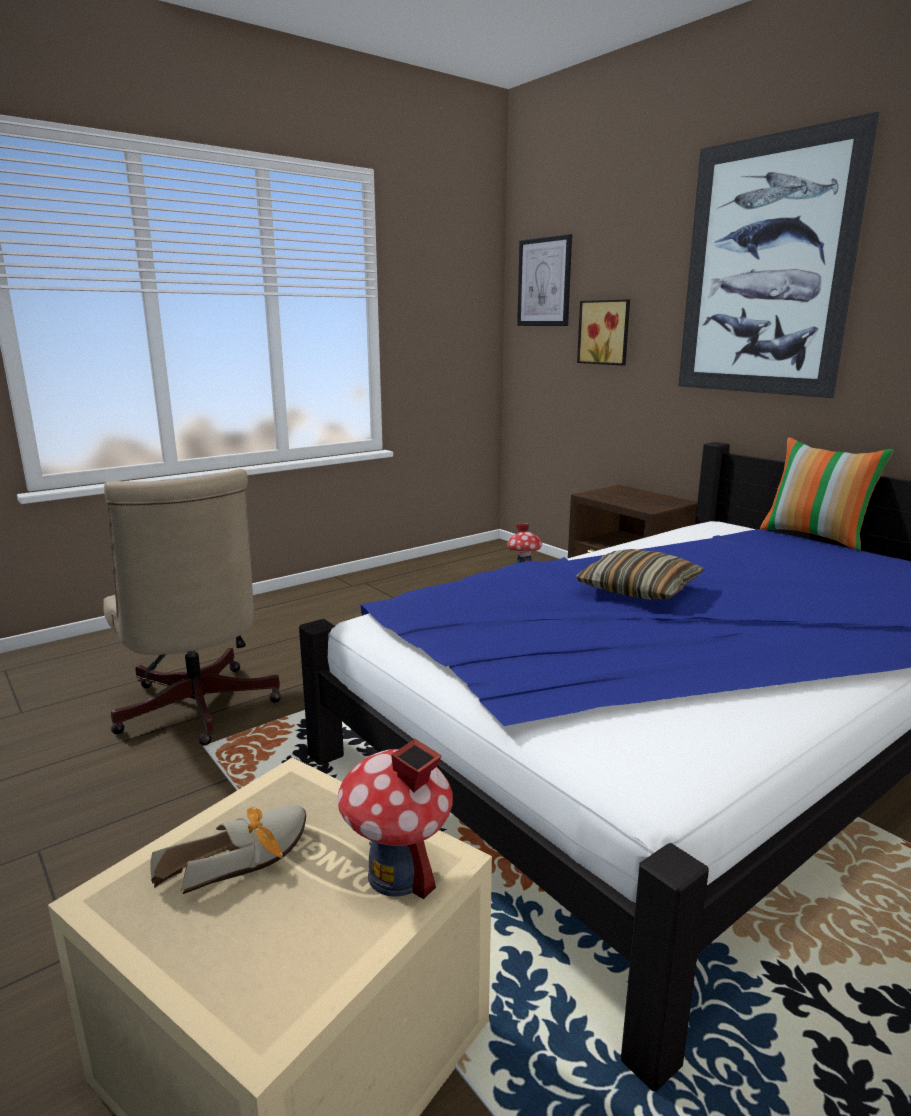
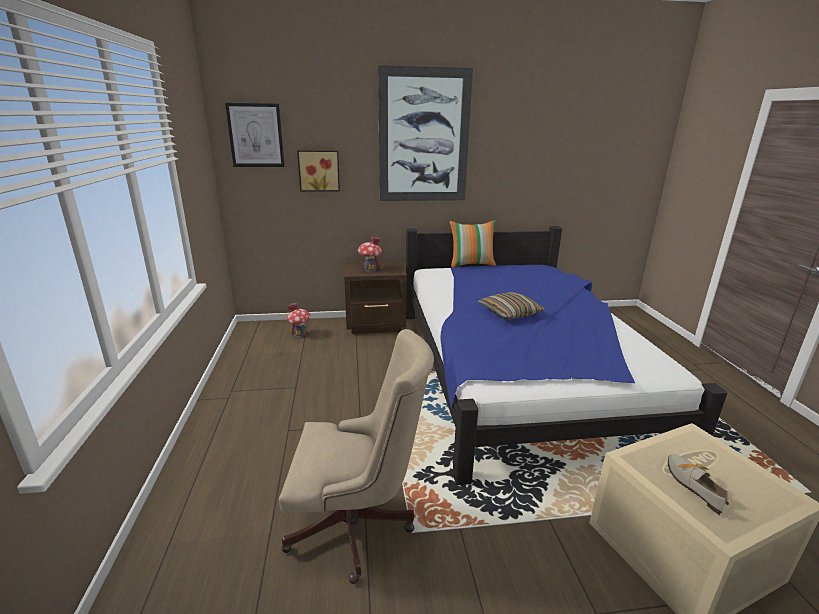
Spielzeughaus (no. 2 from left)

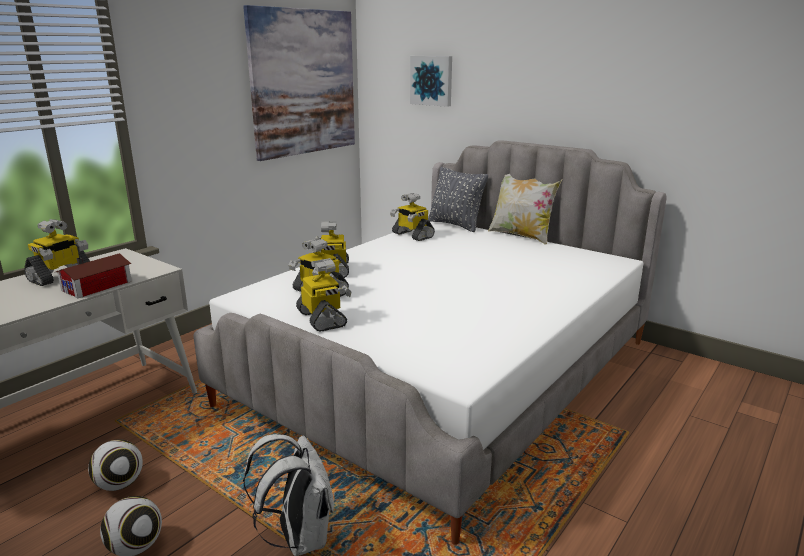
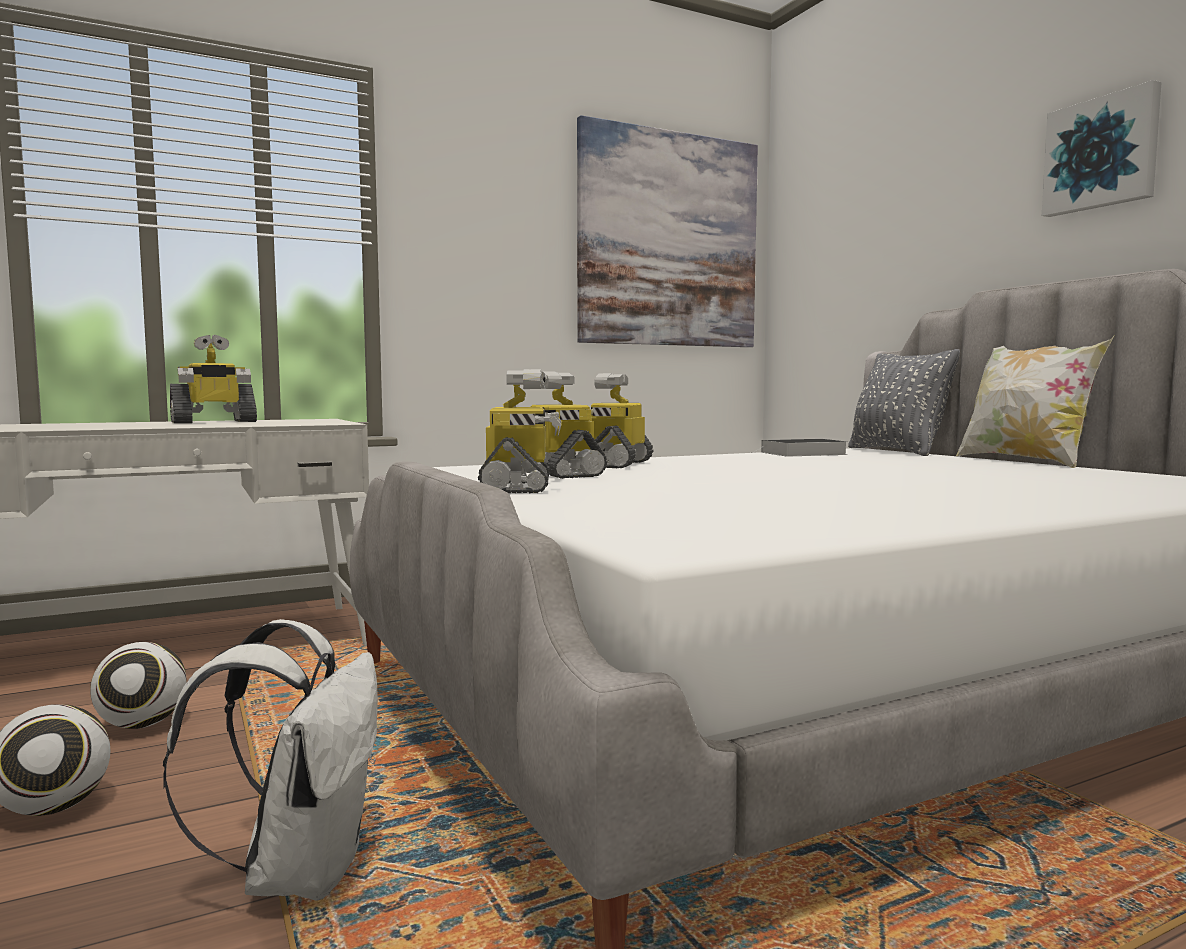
Spielzeughaus; Bild (no. 2 from left); Buch

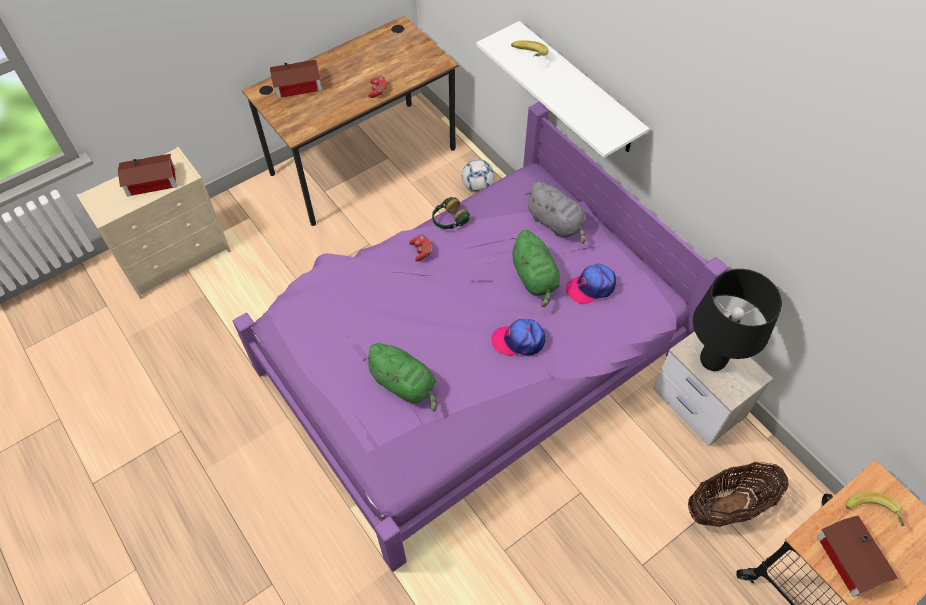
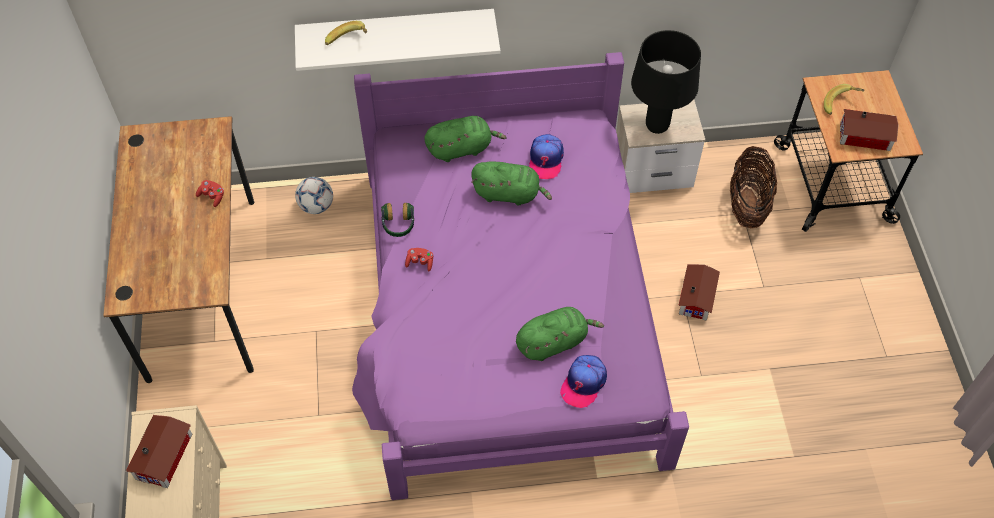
Spielzeughaus (no. 2 from left); Kappe (no. 2 from left); Plüschtier [grün] (no. 1 from left)

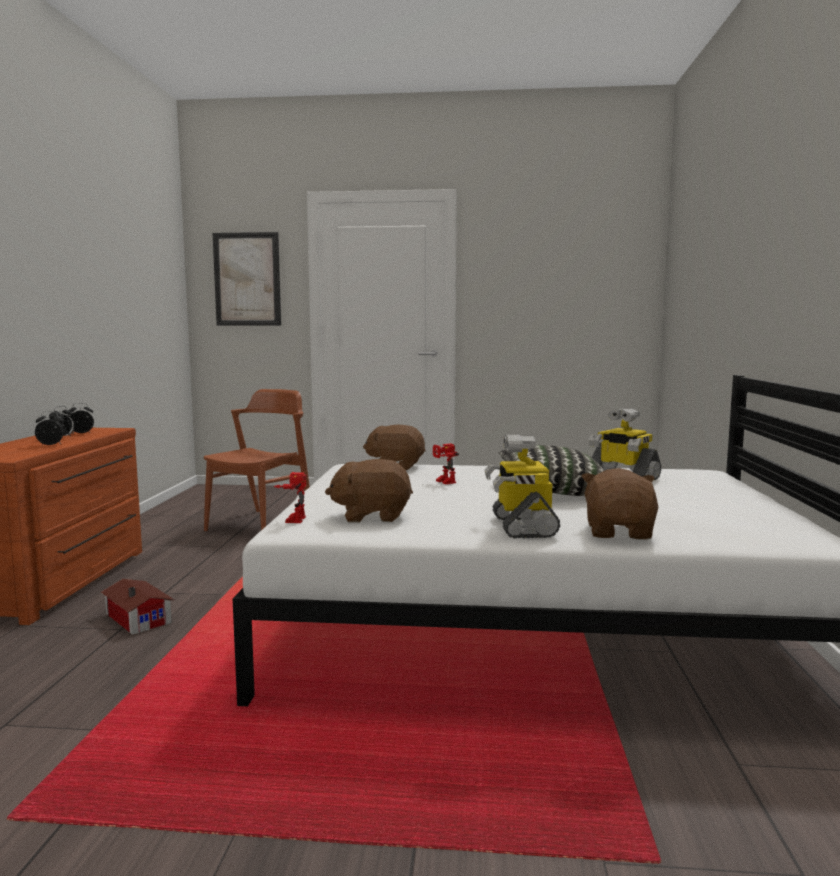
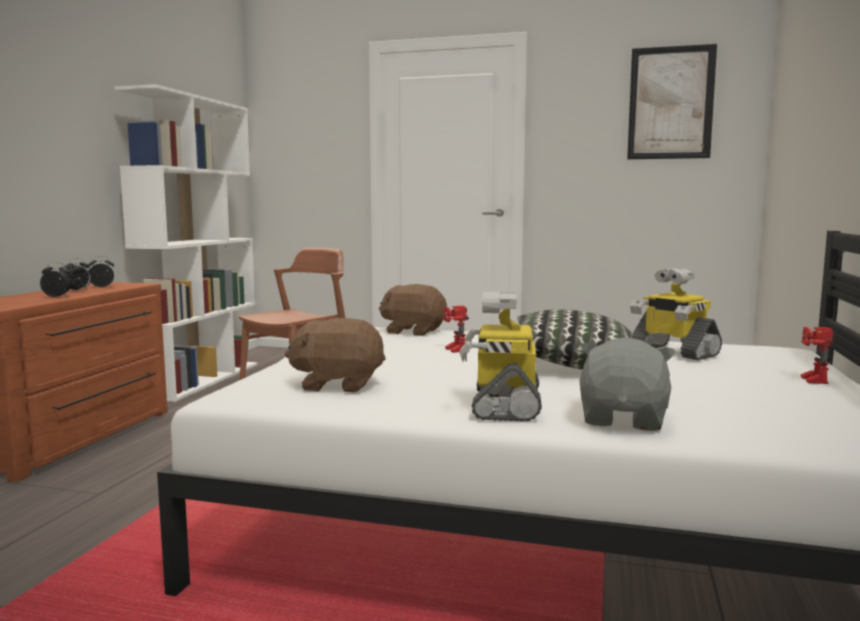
Spielzeughaus; Bücherregal [weiß]; Bild; Spielzeugroboter (no. 4 from left); Plüschtier [grau]

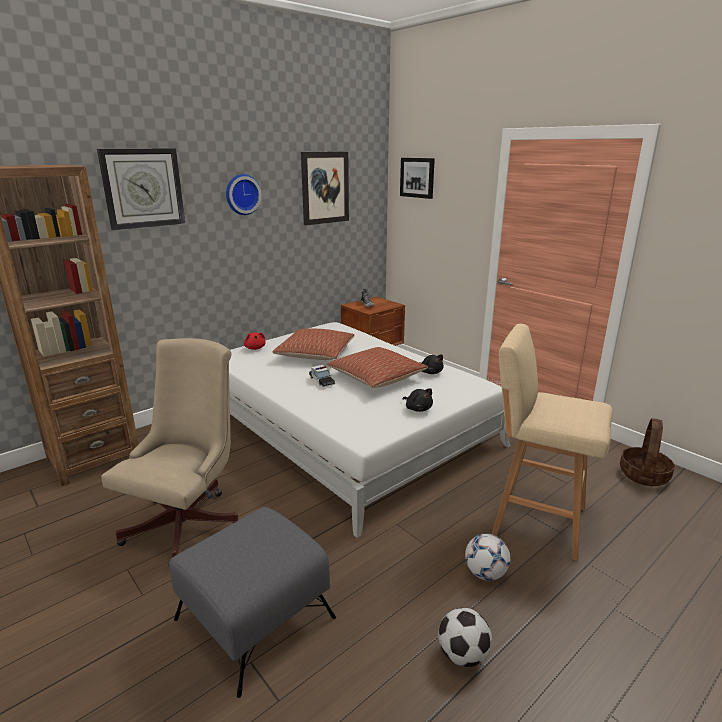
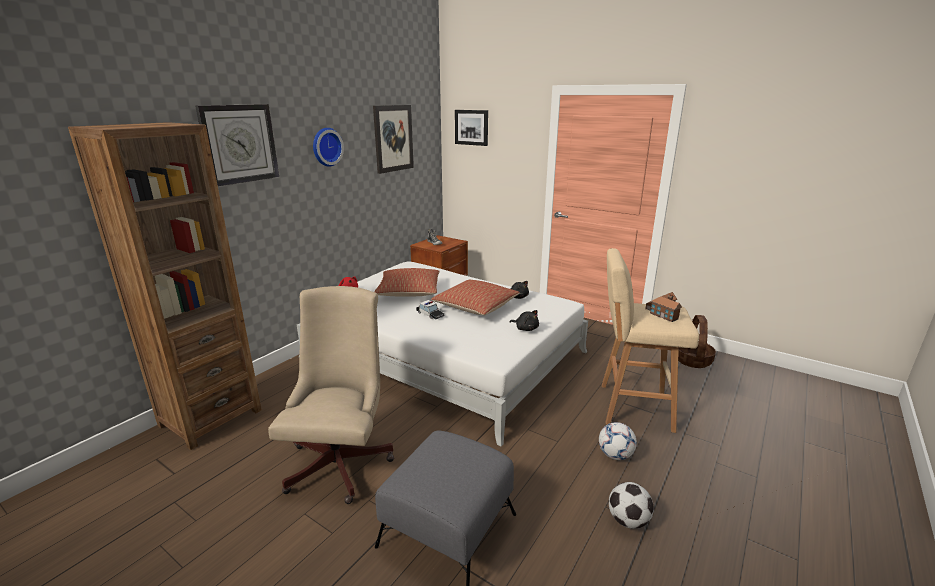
Spielzeughaus

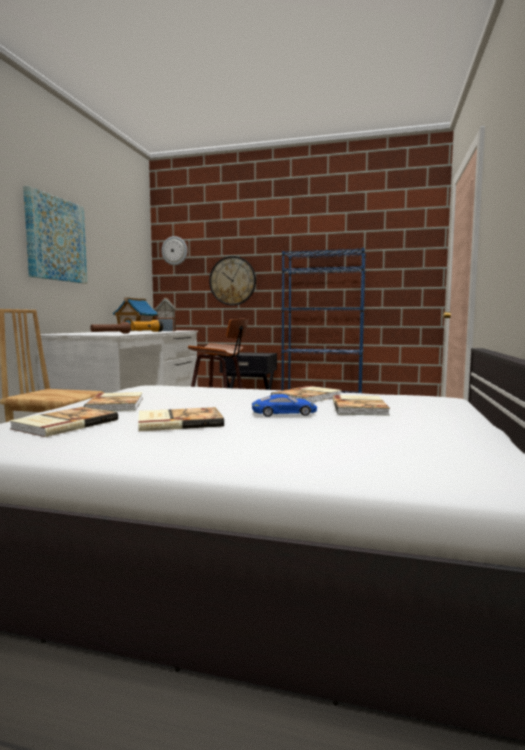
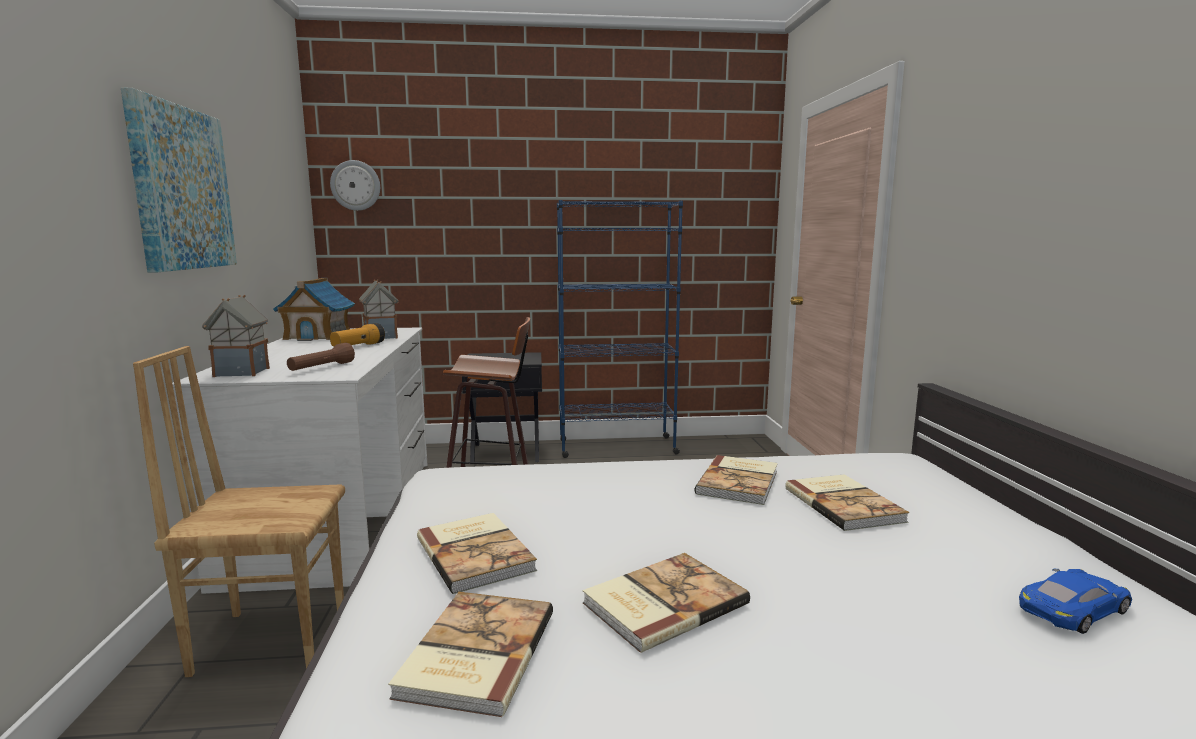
Wanduhr (no. 2 from left in the first image); Spielzeughaus (no. 1 from left); Spielzeugauto [blau]

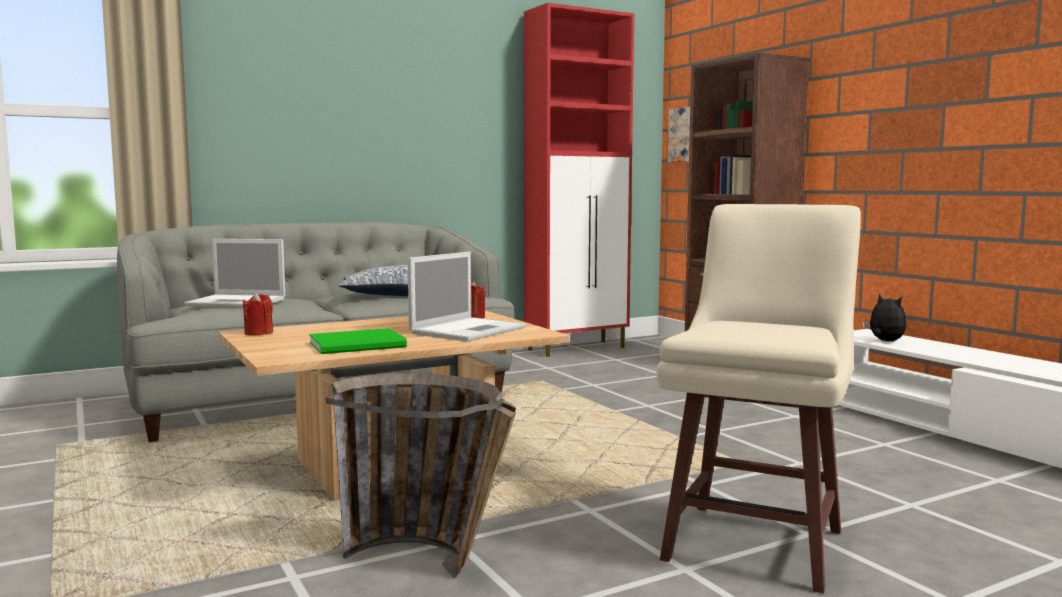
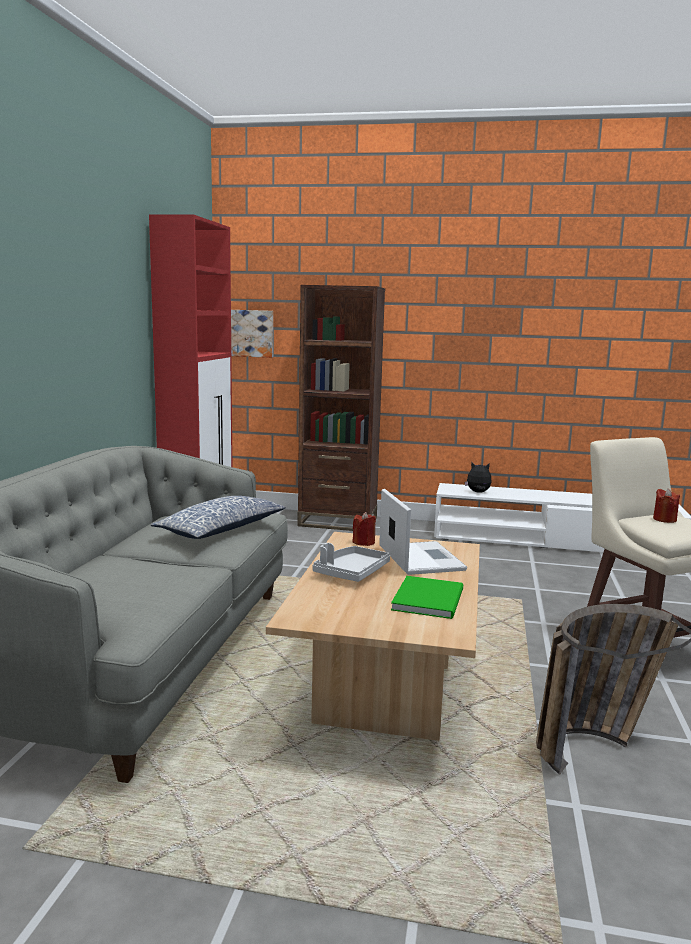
Laptop (no. 1 from left in the first image); Tablett [grau]; Kerze [rot] (no. 2 from left)

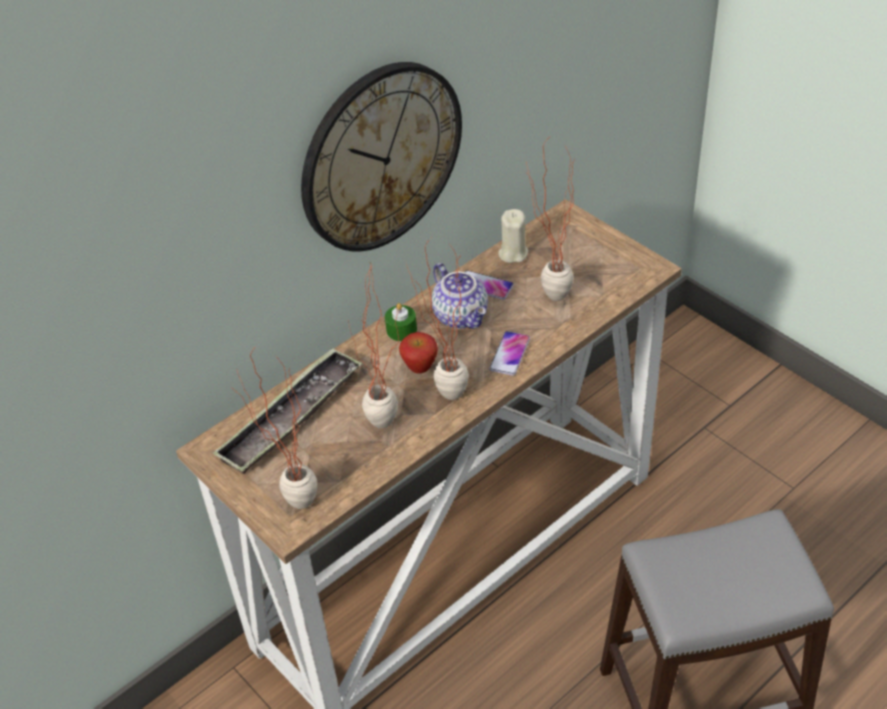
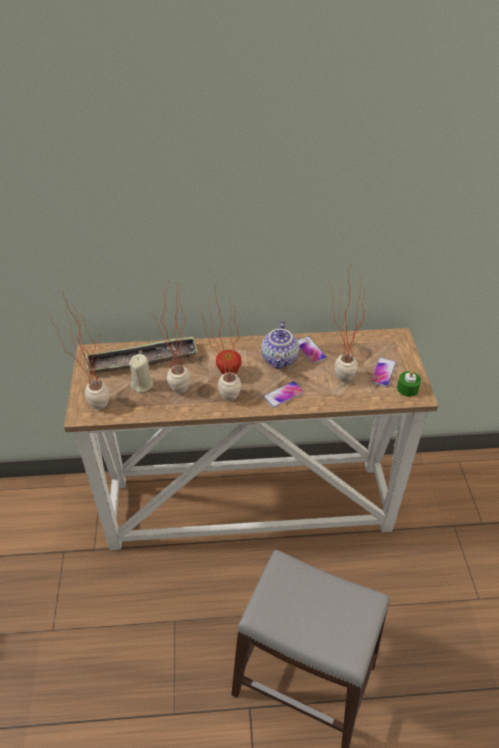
Wanduhr; Handy (no. 3 from left); Kerze [grün]; Kerze [beige]

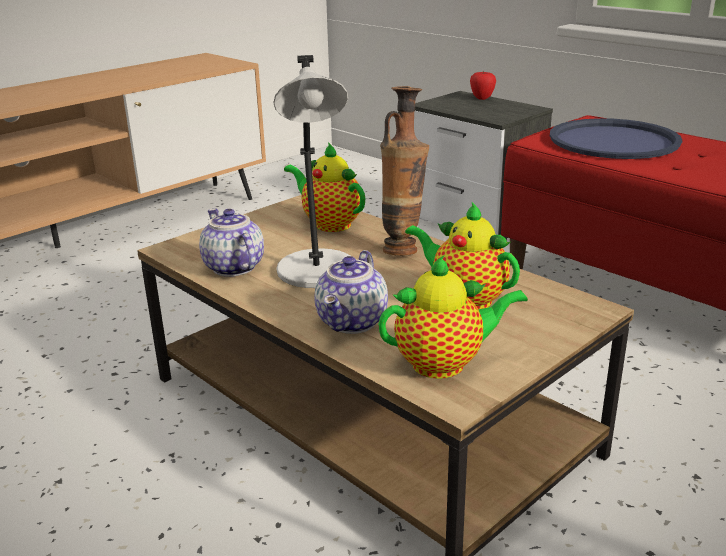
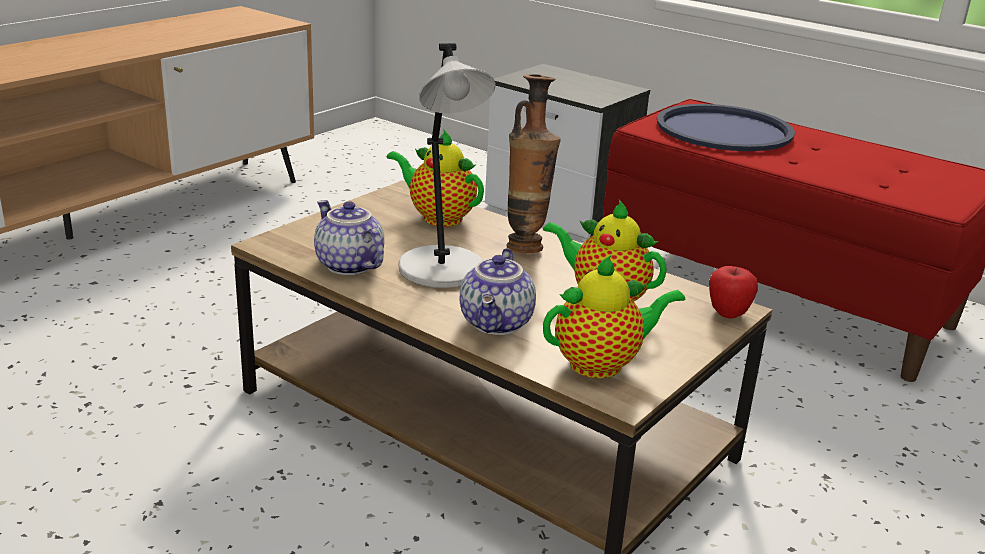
Apfel

